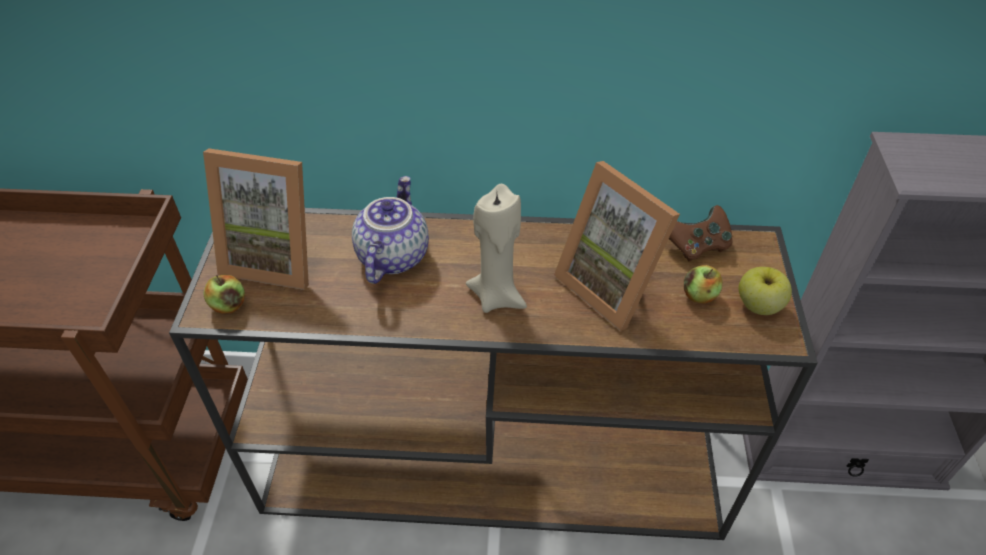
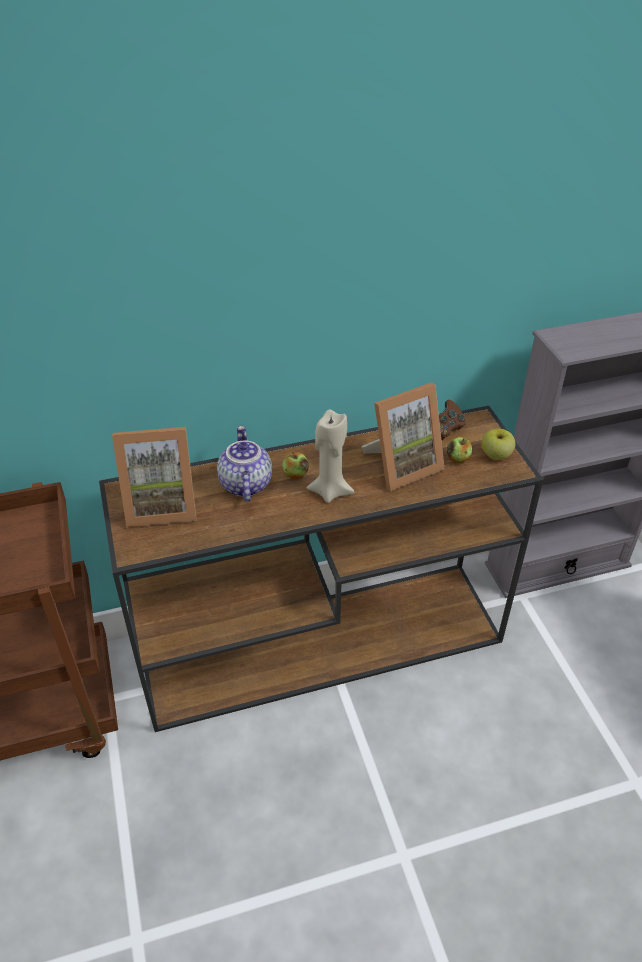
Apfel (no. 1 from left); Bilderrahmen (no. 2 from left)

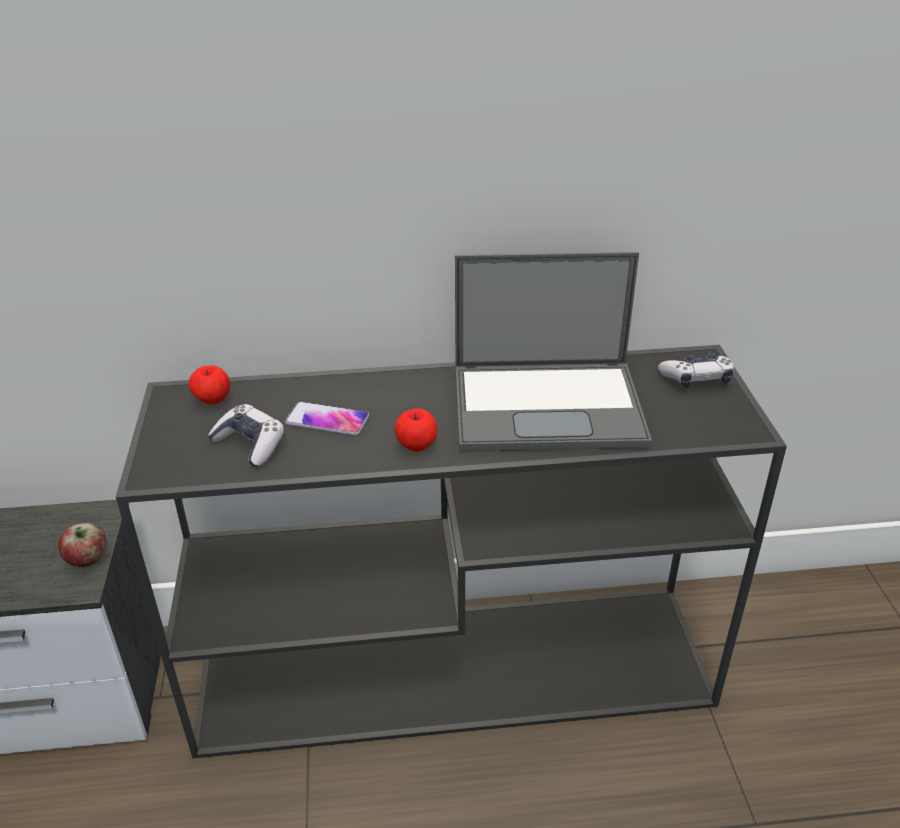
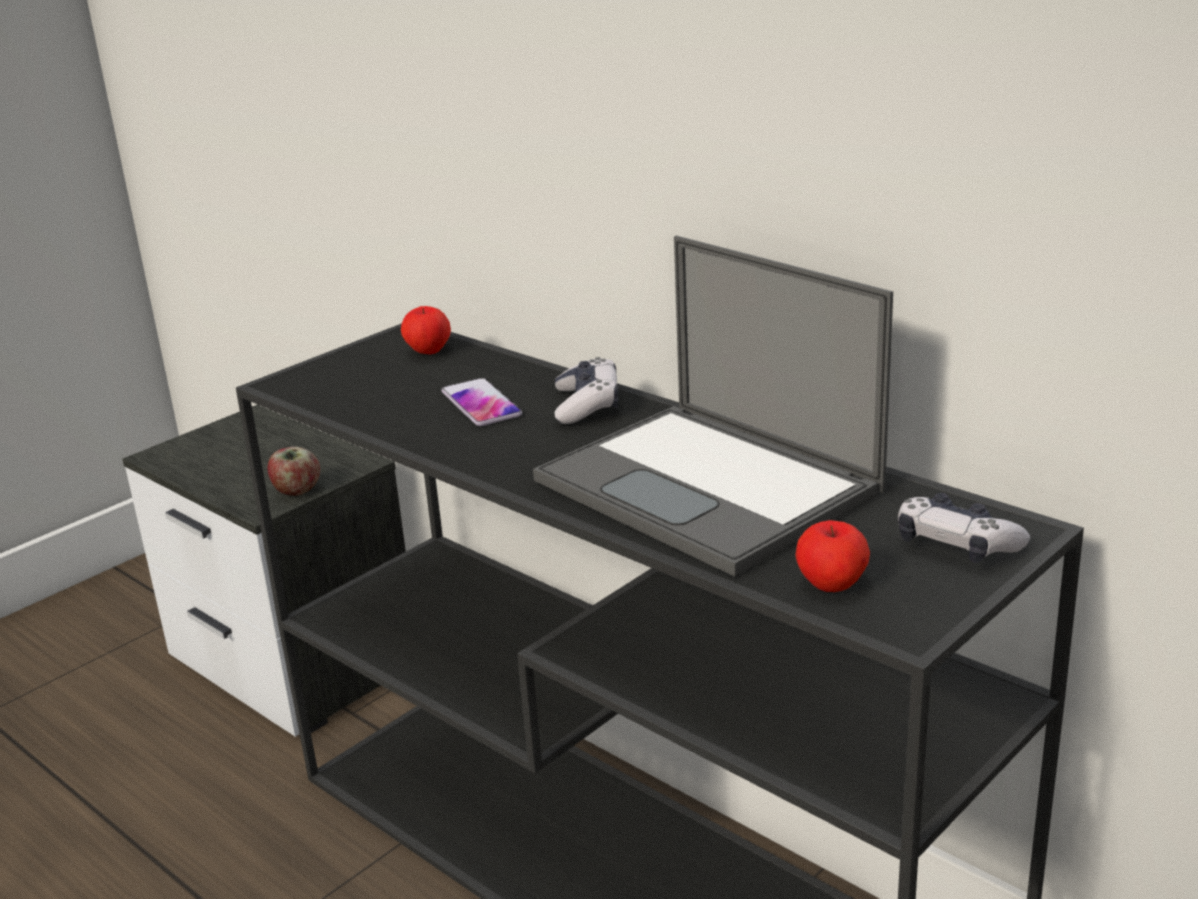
Gamepad (no. 1 from left); Apfel (no. 3 from left)

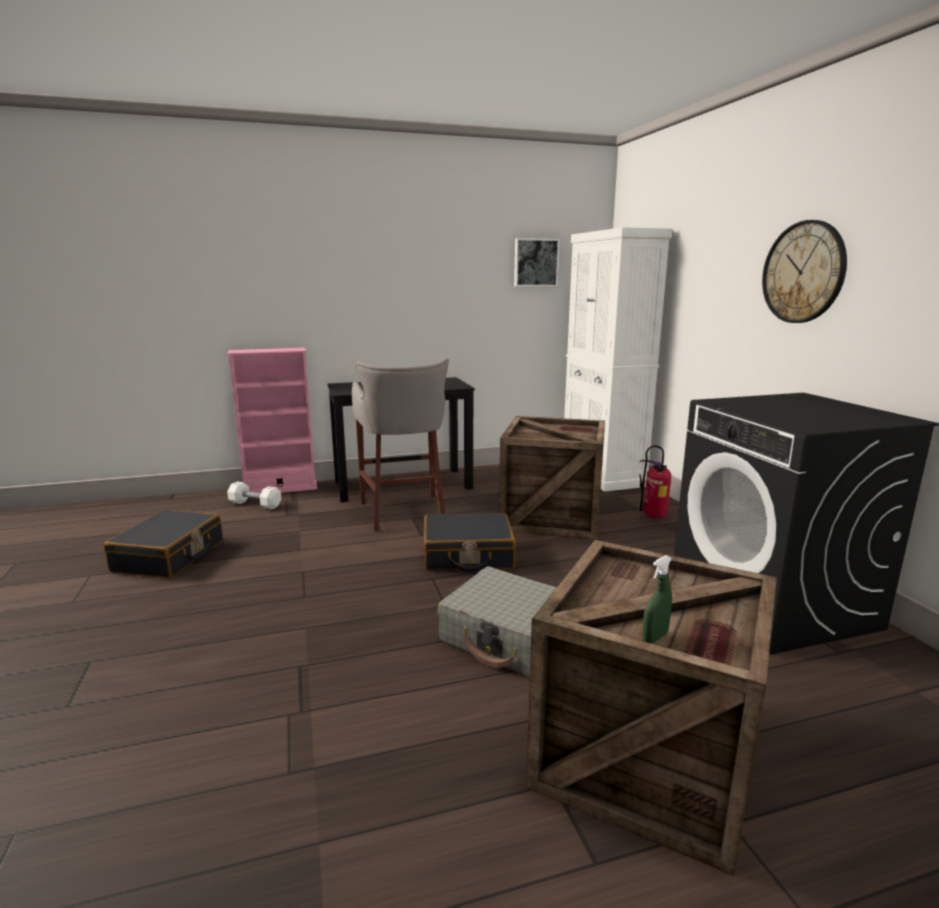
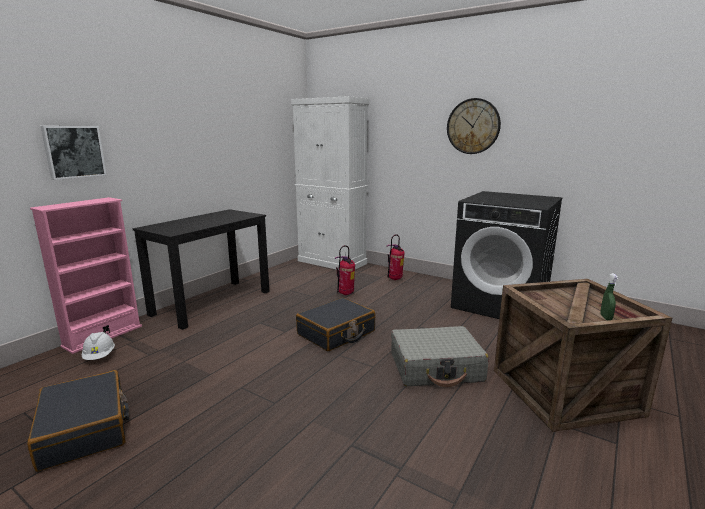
Hocker [grau]; Bild; Schutzhelm [weiß]; Feuerlöscher (no. 1 from left)

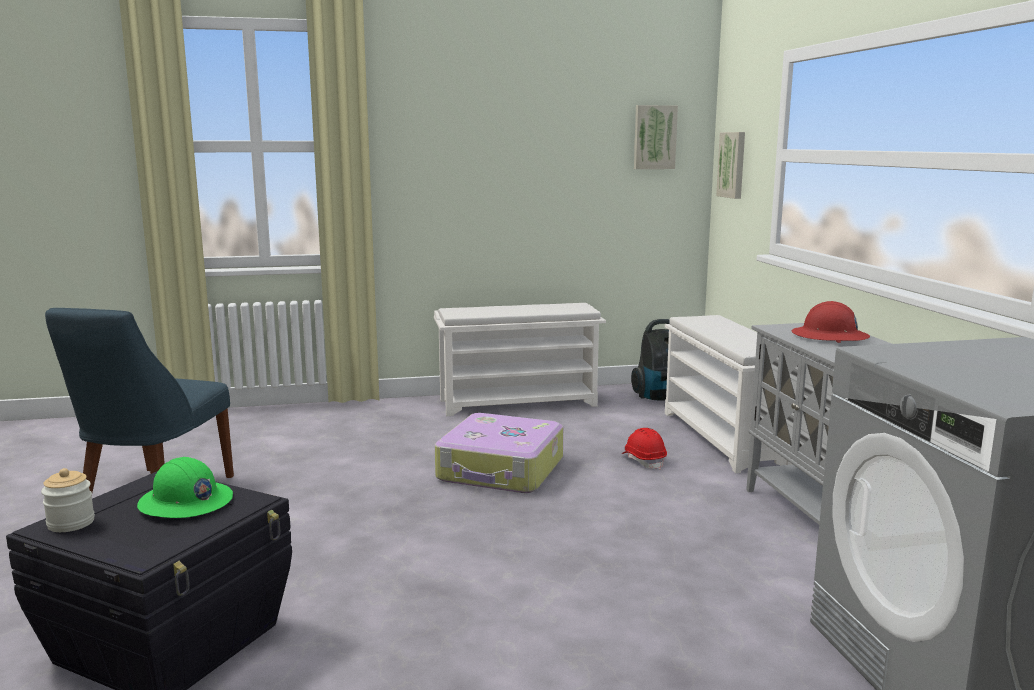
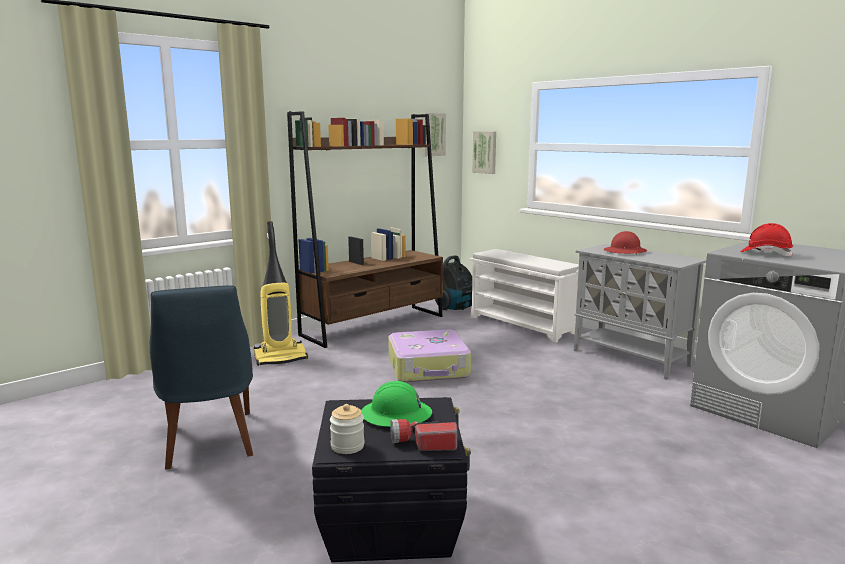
Staubsauger (no. 1 from left); Taschenlampe; Schutzhelm [rot] (no. 2 from left); Bücherregal [braun]

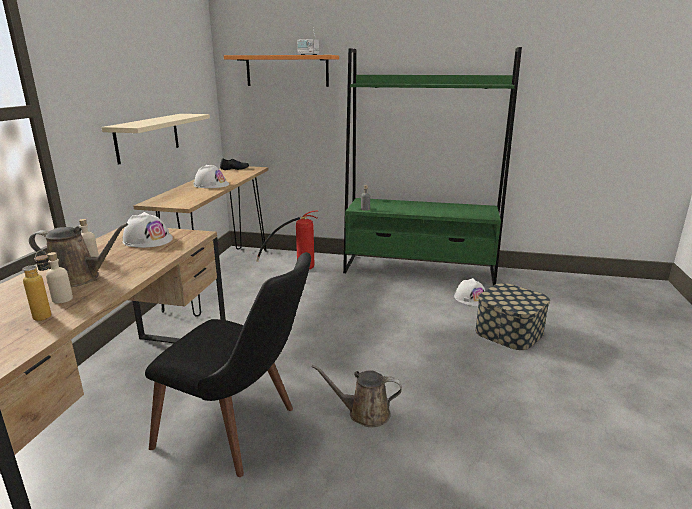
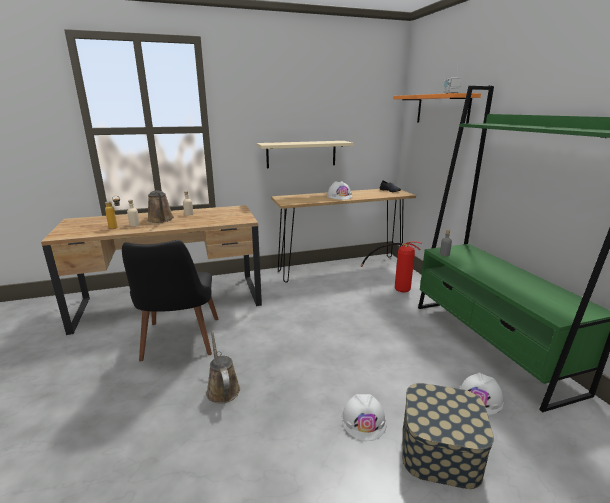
Schutzhelm [weiß] (no. 2 from left)

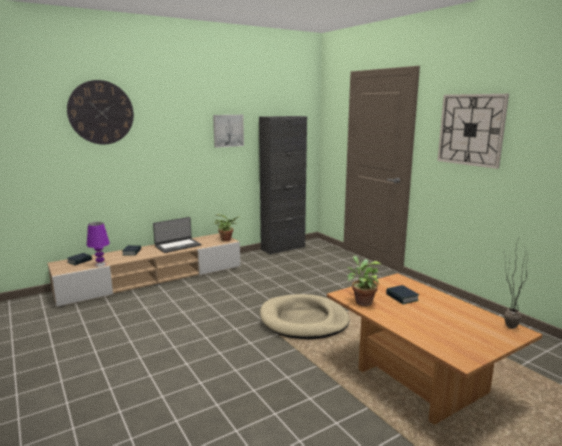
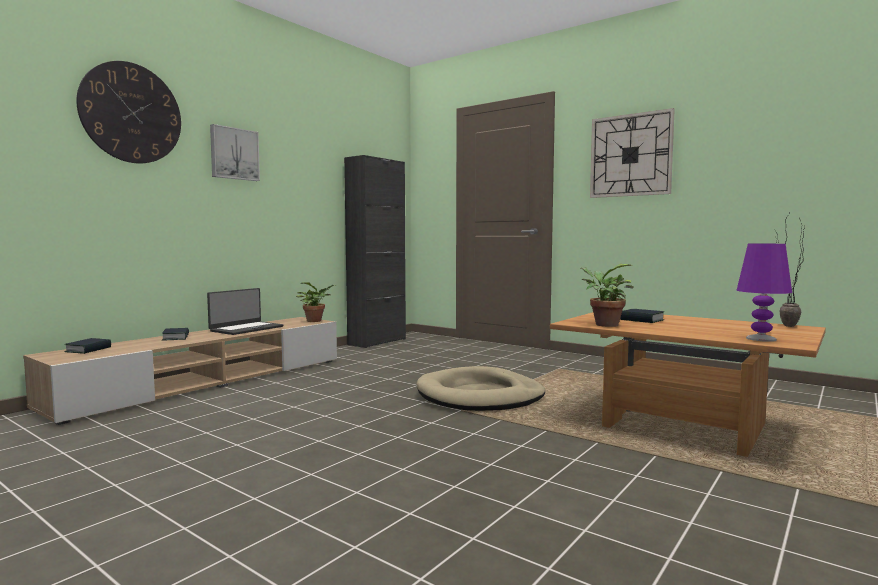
Tischlampe [lila]; Bild

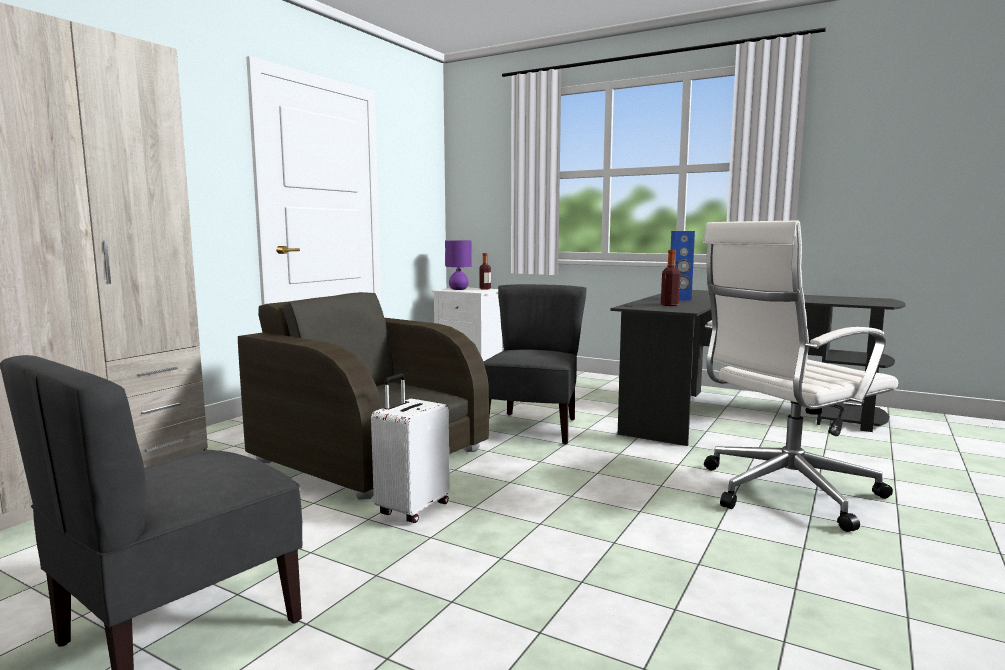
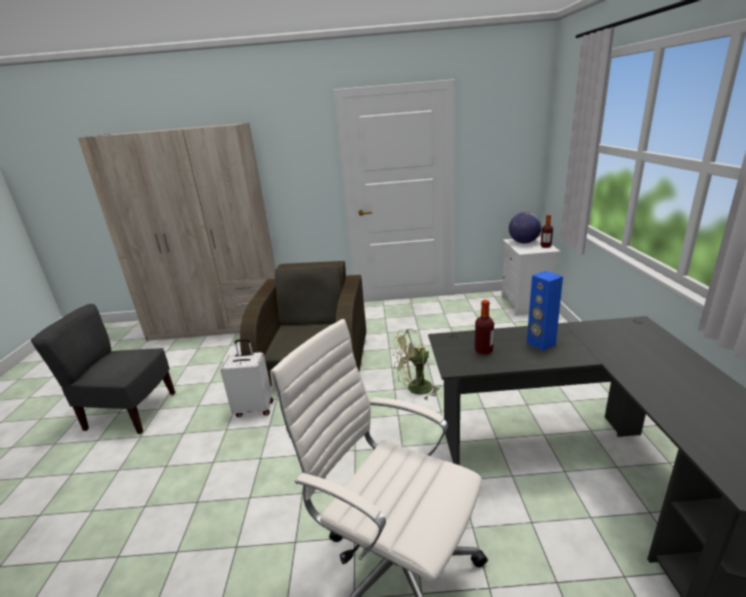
Globus; Ventilator [grün]

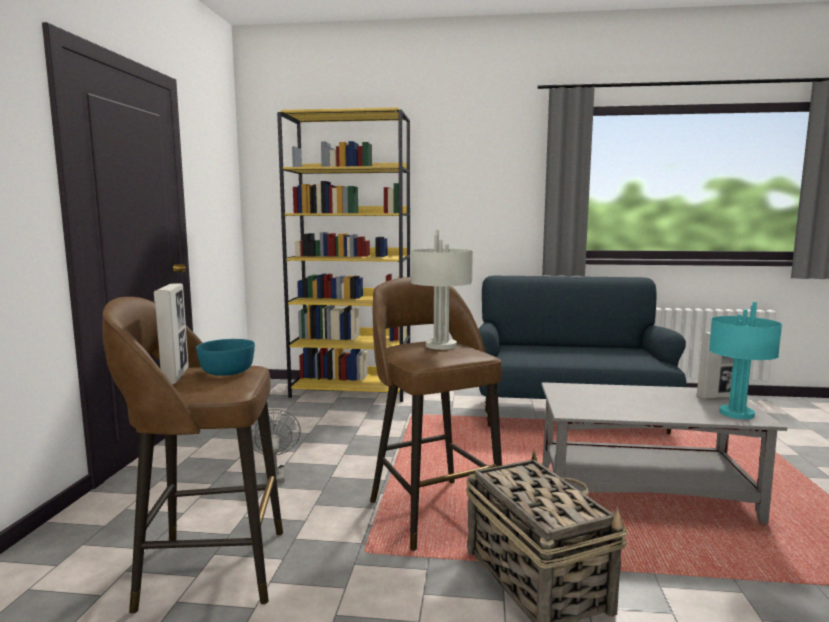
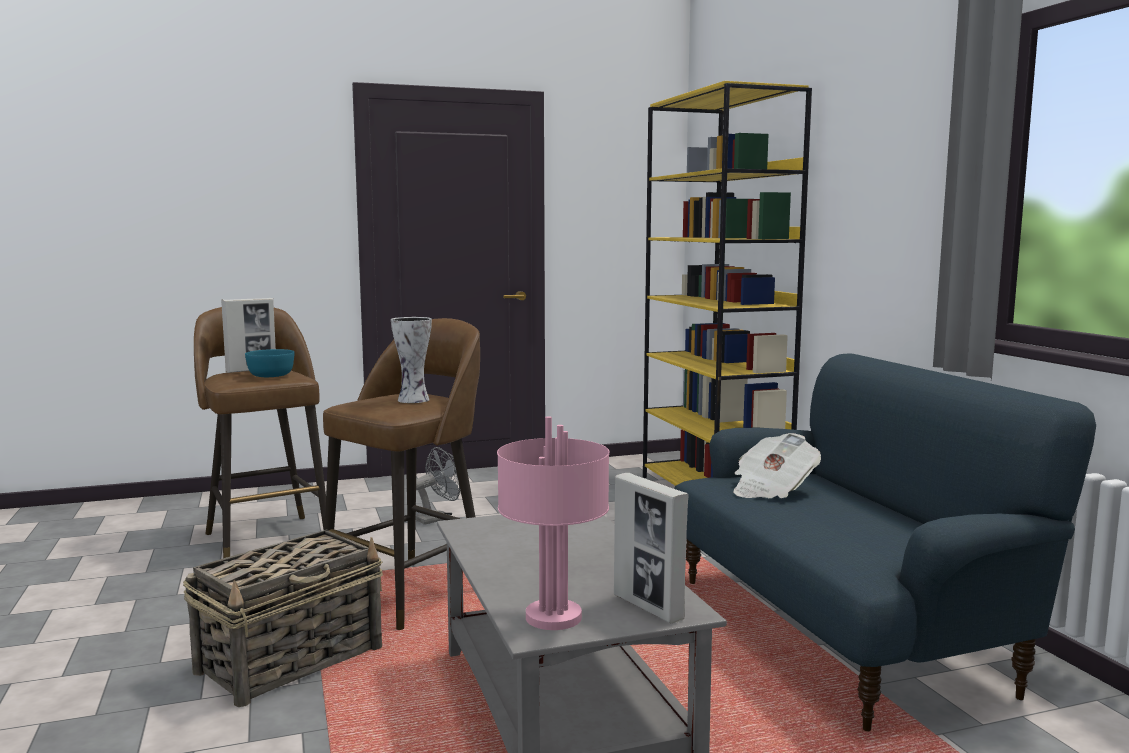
Zeitung; Vase; Tischlampe [rosa]

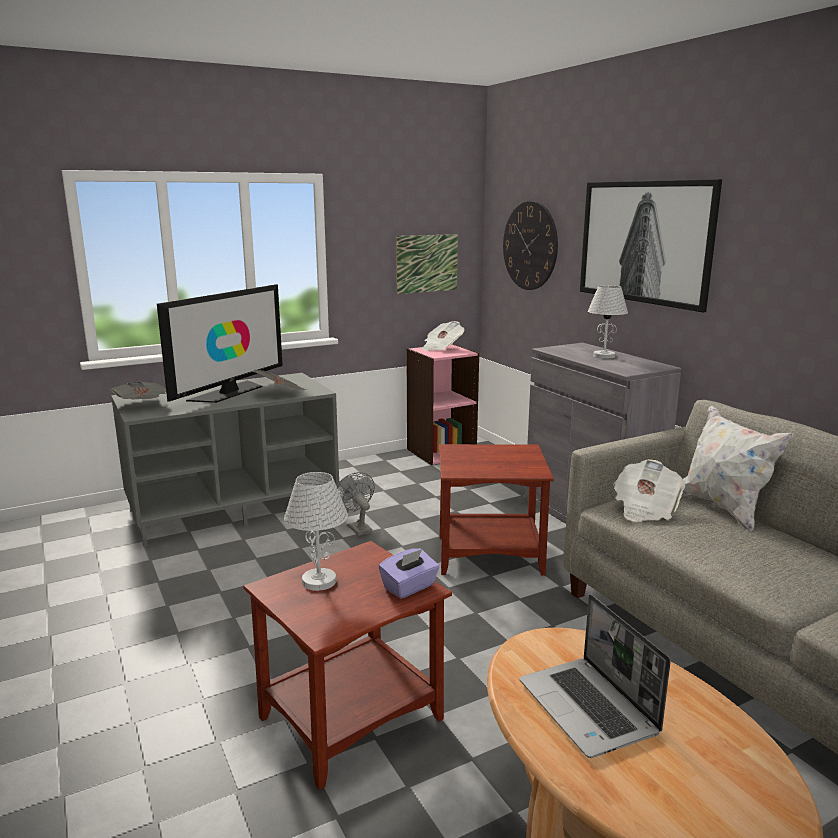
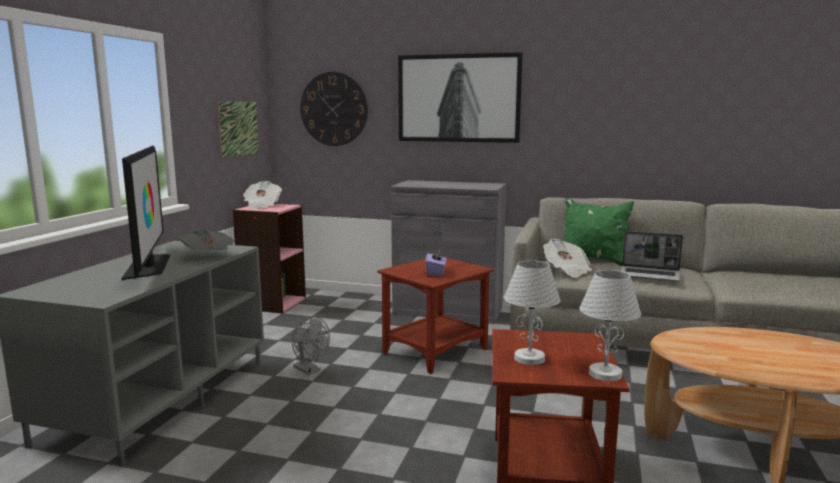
Zeitung (no. 1 from left in the first image); Taschentuchbox [lila]; Laptop; Tischlampe [weiß] (no. 2 from left); Kissen [grün]; Ventilator [grau]

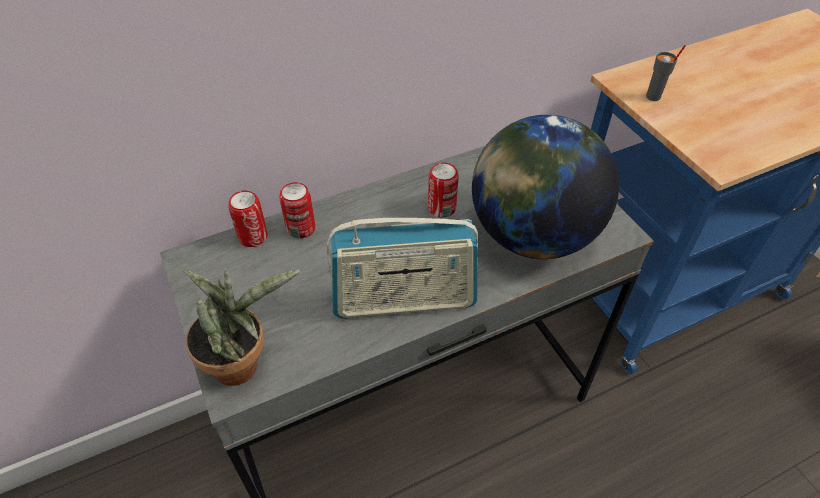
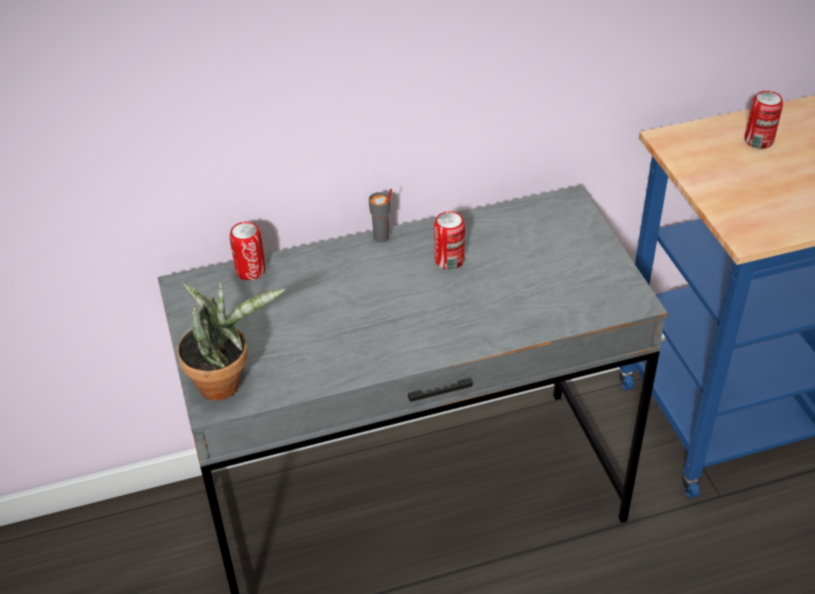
Radio; Globus; Dose (no. 3 from left); Tasse [grau]

